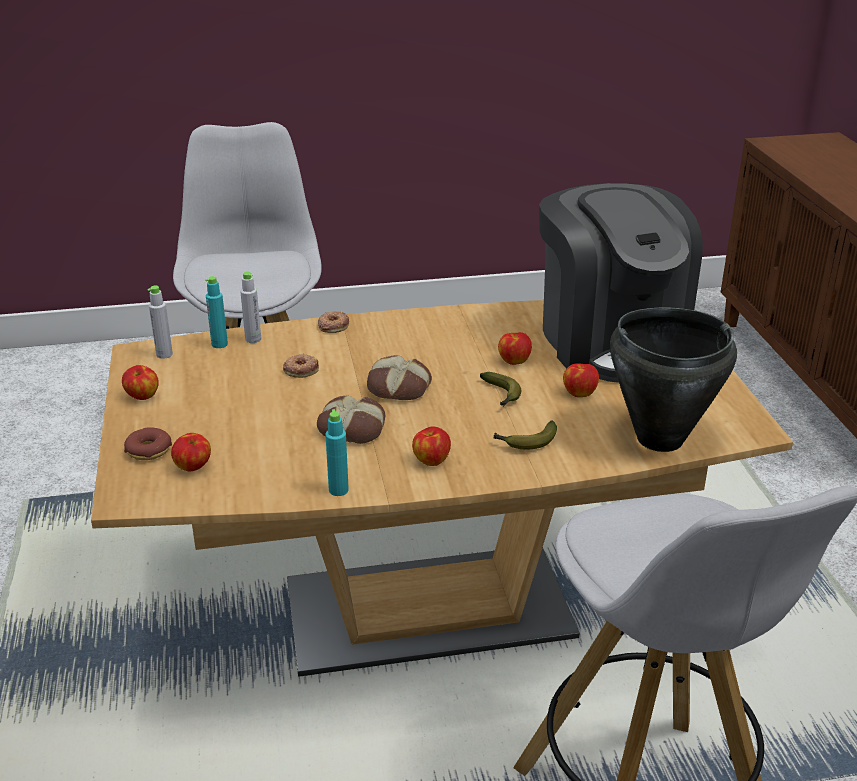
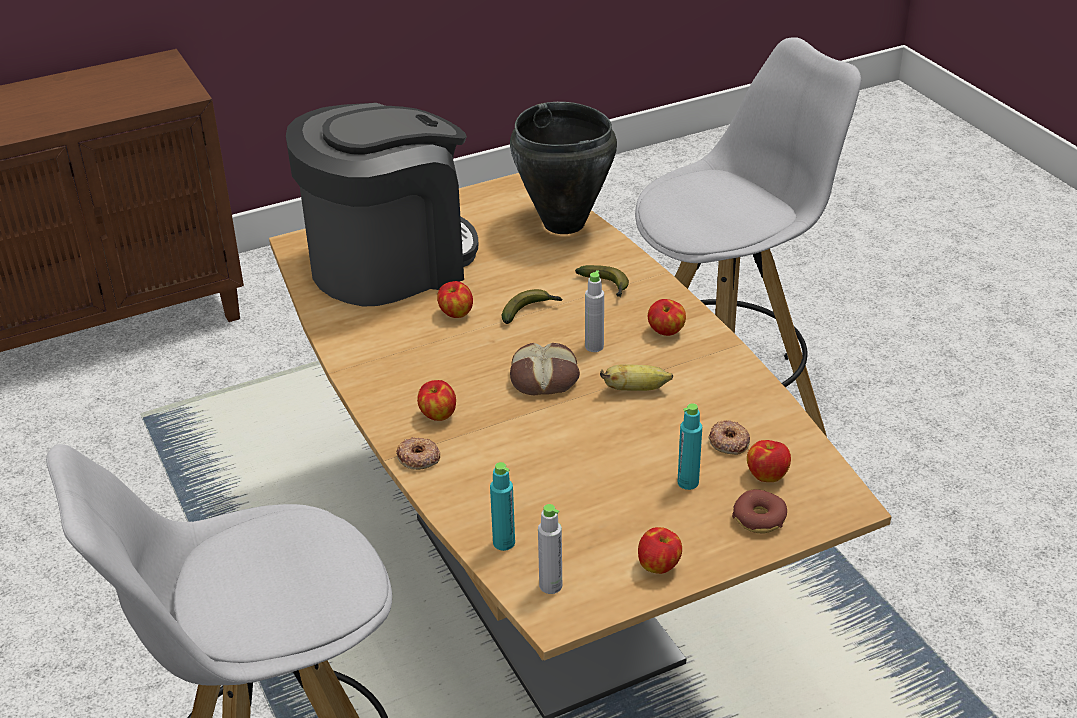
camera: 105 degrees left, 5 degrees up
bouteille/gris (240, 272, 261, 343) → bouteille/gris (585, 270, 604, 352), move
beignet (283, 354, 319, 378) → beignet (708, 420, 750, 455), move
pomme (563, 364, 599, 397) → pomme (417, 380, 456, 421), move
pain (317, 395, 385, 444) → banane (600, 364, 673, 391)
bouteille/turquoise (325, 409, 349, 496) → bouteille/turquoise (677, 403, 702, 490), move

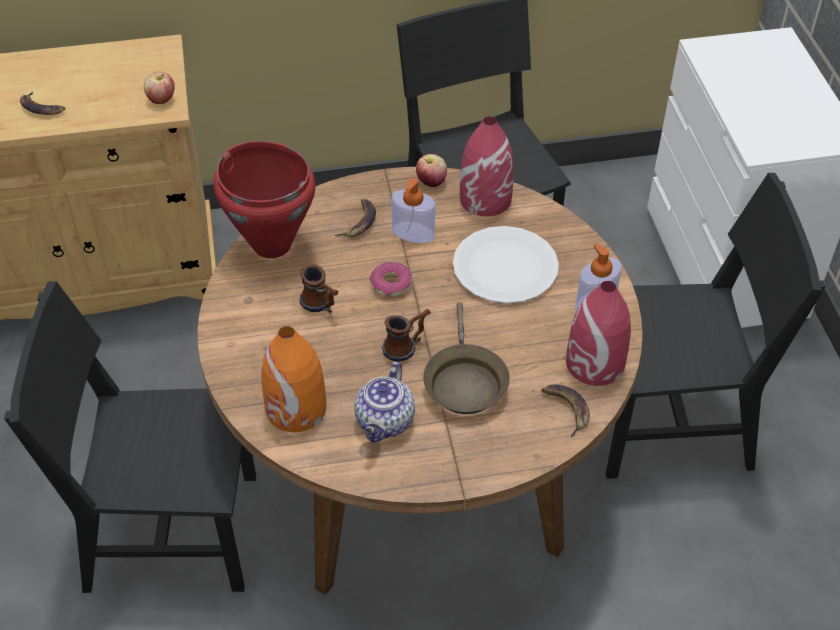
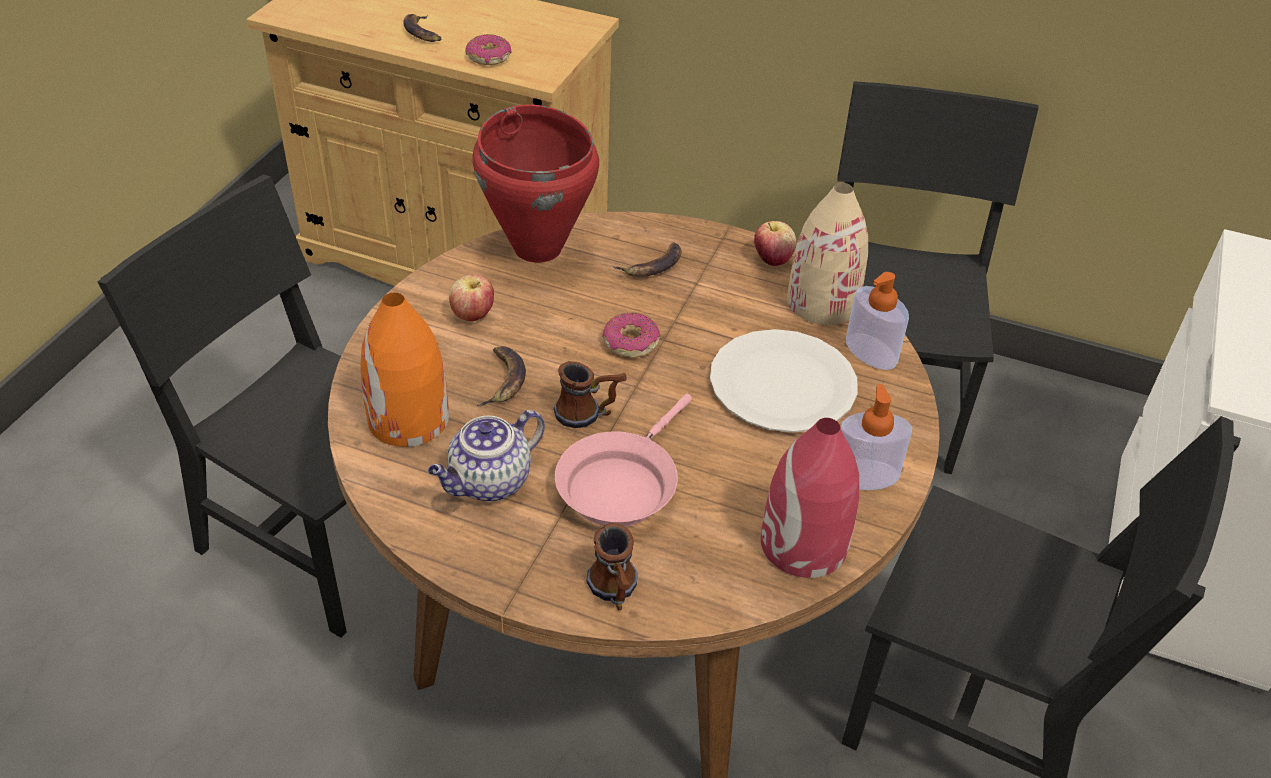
camera: 30 degrees right, 5 degrees down
pomme (144, 71, 175, 104) → pomme (449, 275, 494, 322), move
vase/rouge (459, 116, 514, 216) → vase/beige (787, 183, 868, 325)
distributeur de savon (391, 178, 435, 243) → distributeur de savon (846, 272, 909, 370), move
mug (300, 264, 339, 313) → mug (587, 523, 638, 610), move
poêle/marron (423, 302, 510, 414) → poêle/rose (555, 394, 692, 527)
banane (541, 384, 590, 438) → banane (477, 346, 526, 407), move
- → beignet (465, 34, 512, 65)

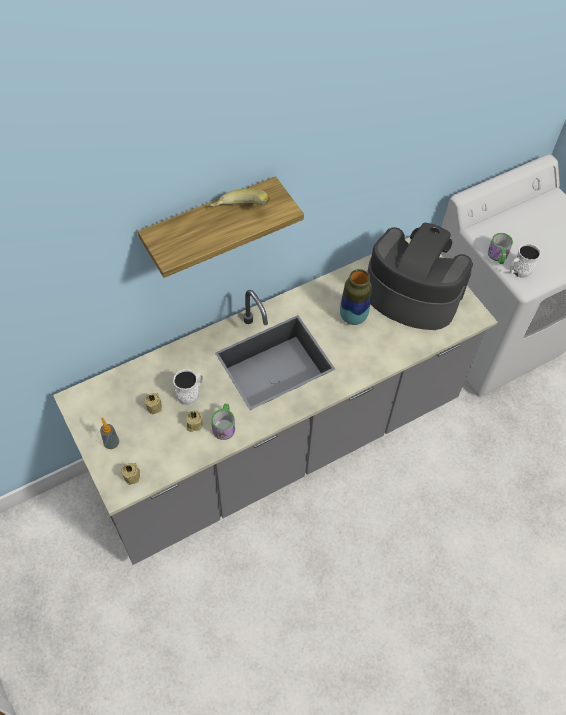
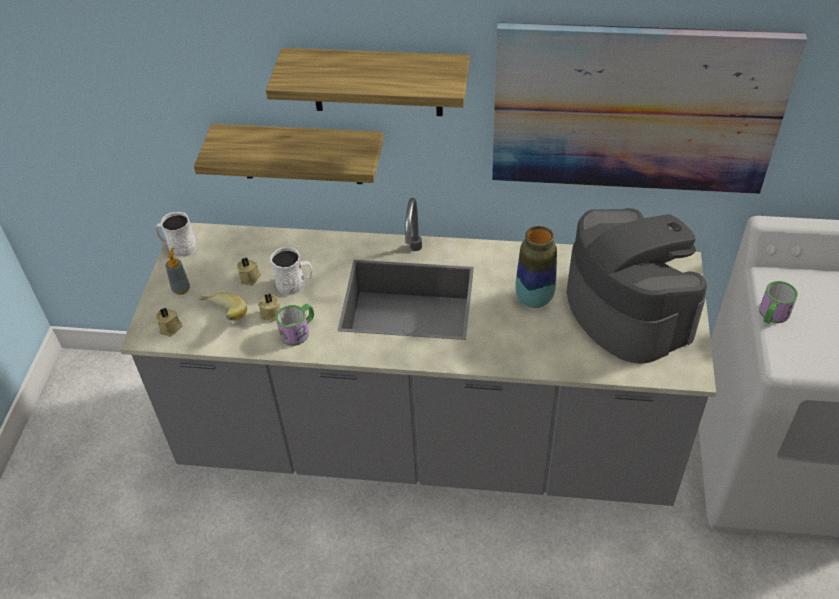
camera: 40 degrees right, 10 degrees down
banane (210, 188, 270, 207) → banane (198, 292, 247, 321), move
mug/blanc (510, 243, 541, 278) → mug/blanc (156, 212, 197, 257), move
- → tableau (492, 22, 807, 194)
- → étagère (194, 124, 383, 184)

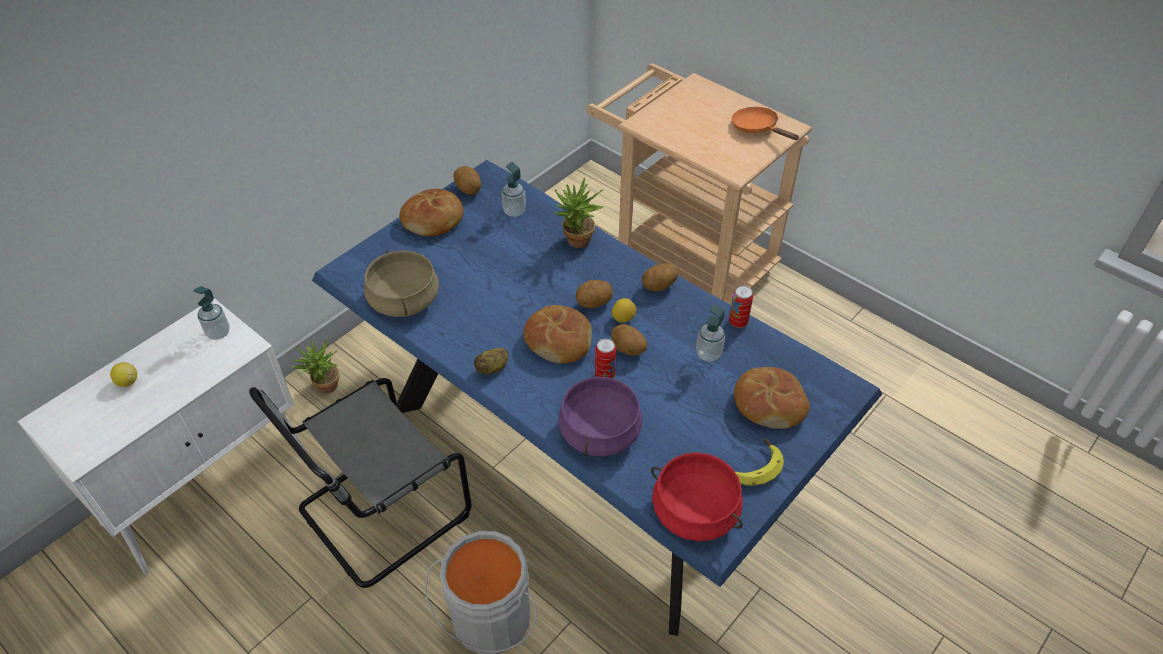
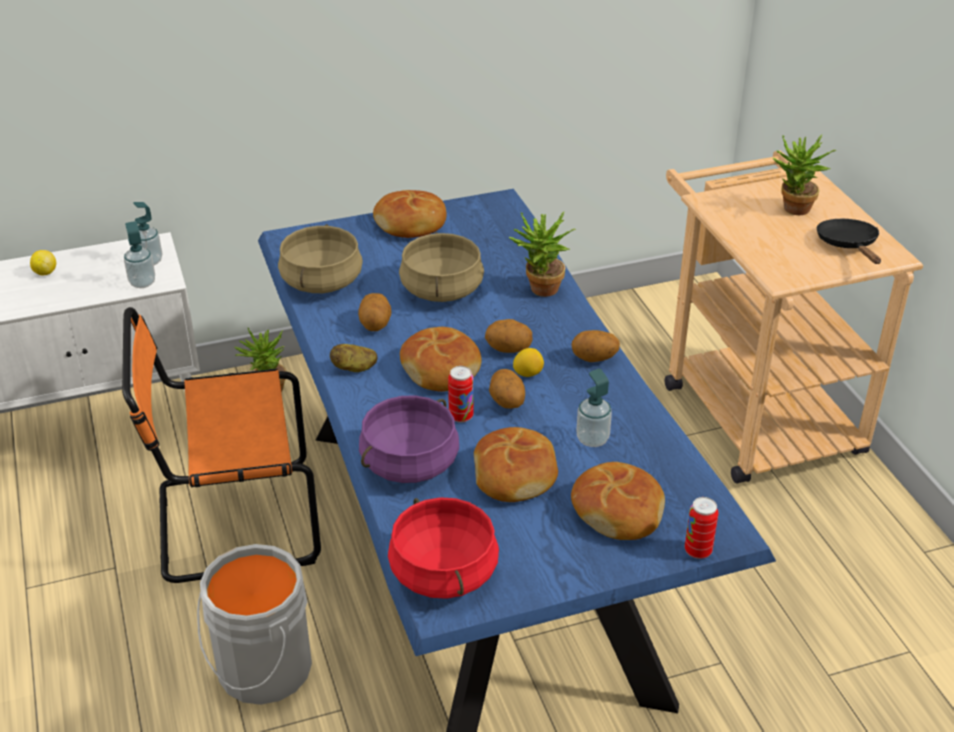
camera: 30 degrees right, 10 degrees down
poêle/orange (731, 107, 799, 140) → poêle/noir (817, 219, 881, 264)
distributeur de savon (502, 162, 526, 217) → distributeur de savon (124, 221, 155, 288), move
pomme de terre (454, 166, 481, 195) → pomme de terre (358, 293, 391, 331), move
boîte métallique (729, 286, 753, 328) → boîte métallique (685, 497, 718, 559), move
chaise/gris (249, 378, 472, 588) → chaise/orange (122, 307, 321, 583)
banane (735, 438, 784, 486) → -
- → plante en pot (772, 135, 836, 215)
- → marmite/beige (399, 232, 484, 302)
- → pain (474, 427, 558, 502)

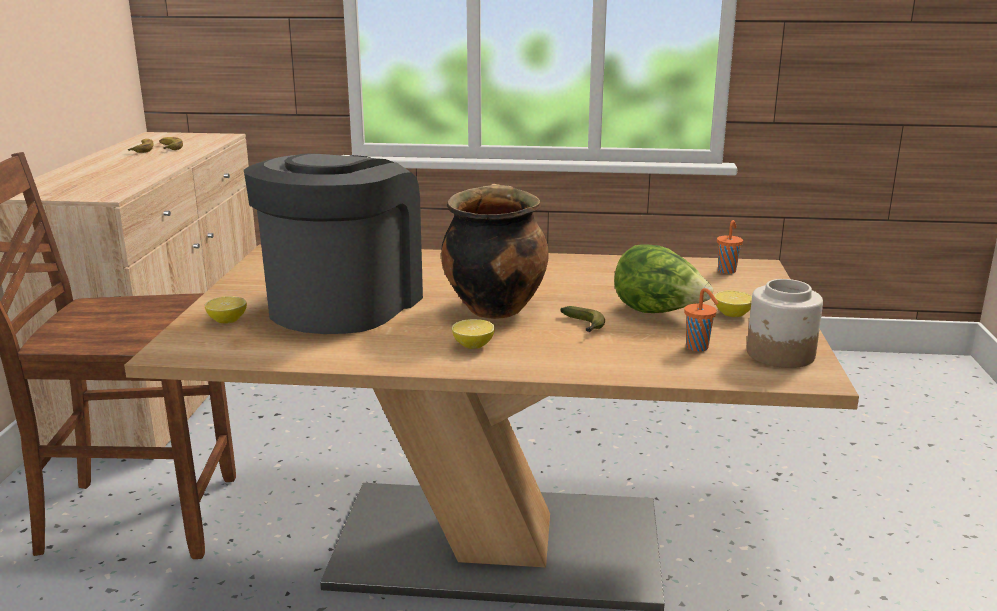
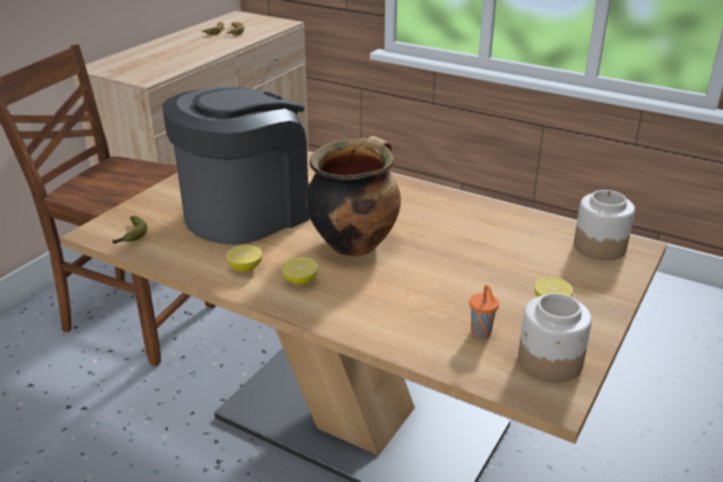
camera: 25 degrees right, 10 degrees up
tasse/orange (717, 220, 743, 274) → bocal (574, 190, 635, 260)
laitue (614, 245, 713, 313) → -
citron (205, 296, 247, 324) → citron (226, 245, 262, 272), move
banane (560, 306, 605, 333) → banane (112, 216, 147, 244), move

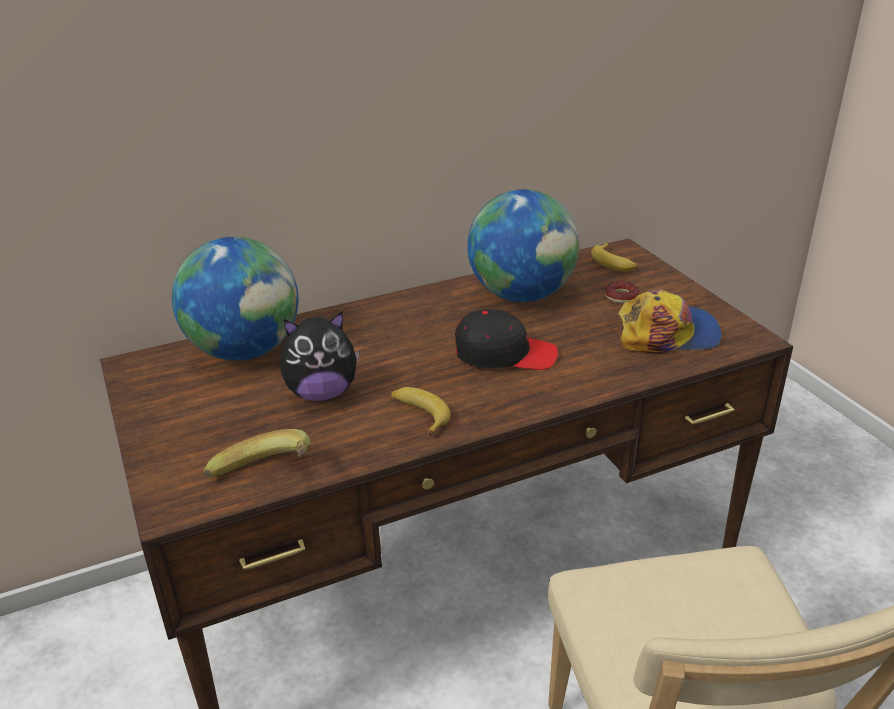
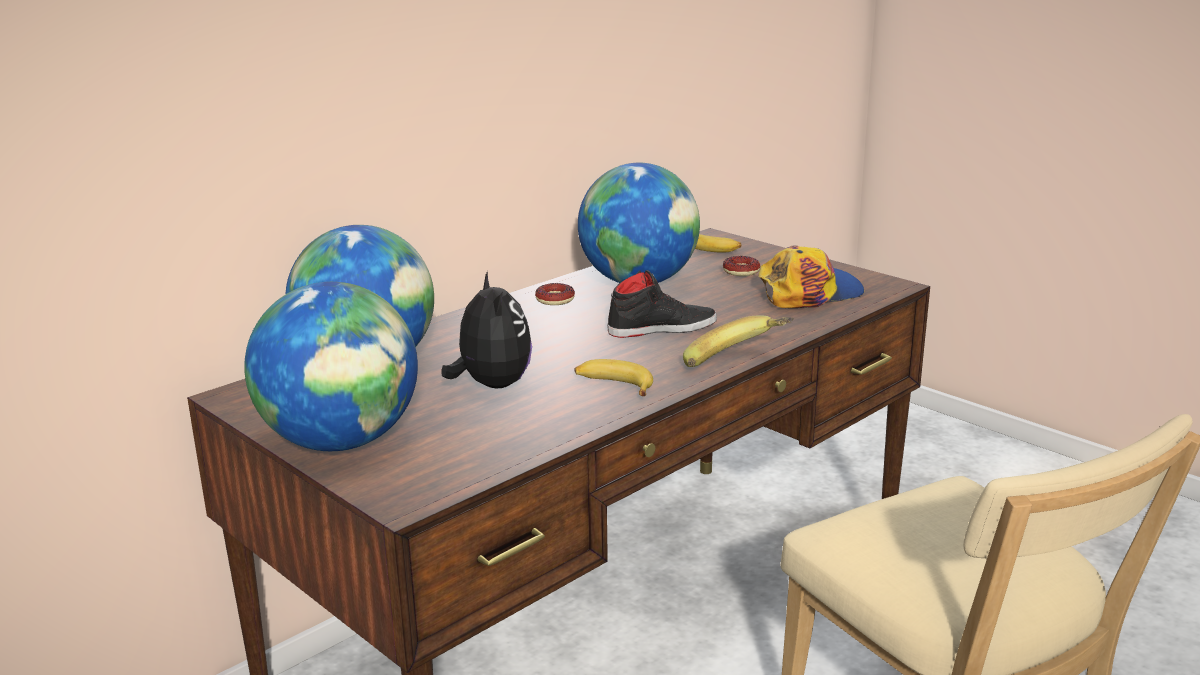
camera: 20 degrees left, 10 degrees down
casquette/noir (455, 309, 558, 370) → chaussure/noir (607, 270, 717, 338)
peluche (280, 312, 360, 401) → peluche (441, 271, 532, 388), 75 degrees counterclockwise
banane (204, 429, 311, 477) → banane (683, 315, 794, 367), move
- → globe (244, 282, 418, 451)
- → beignet (535, 283, 575, 305)

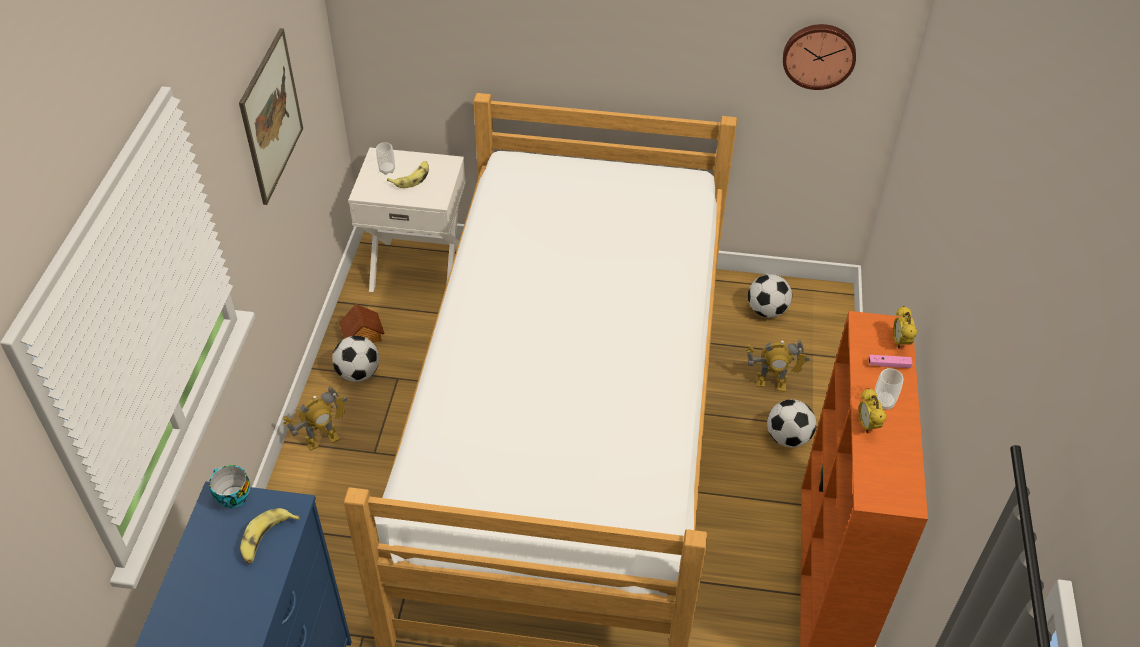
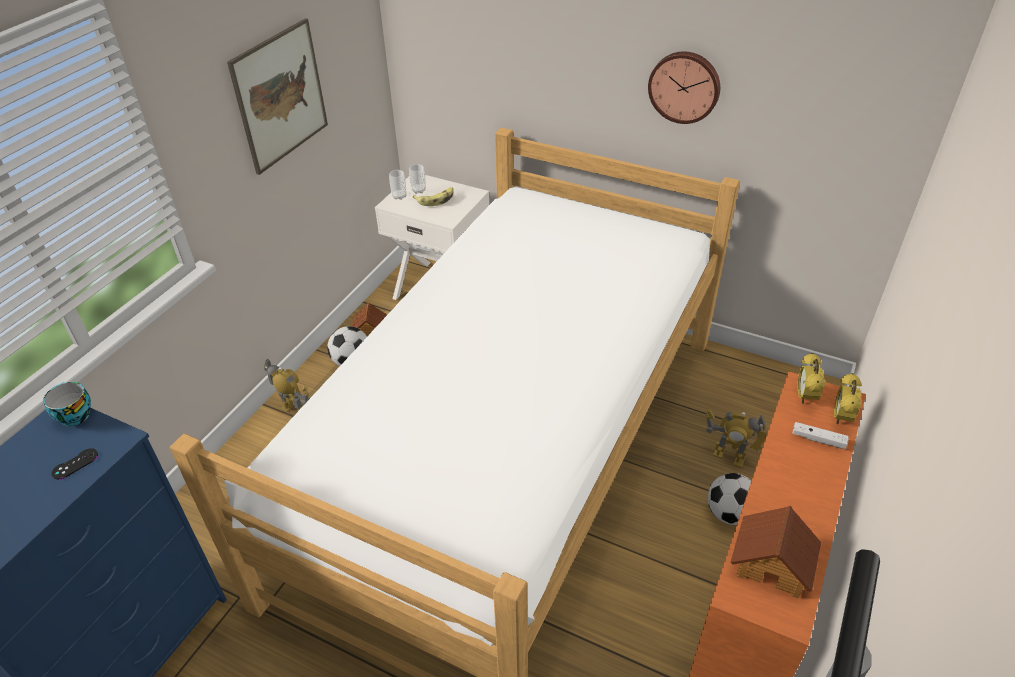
camera: 20 degrees right, 5 degrees down
horloge murale (783, 24, 856, 90) → horloge murale (648, 51, 720, 124), move
ballon de foot (748, 274, 792, 318) → -
manette/rose (869, 355, 912, 368) → manette/blanc (792, 422, 849, 449)
tasse (874, 368, 904, 410) → tasse (389, 170, 406, 200), move
robot jouet (283, 386, 347, 451) → robot jouet (264, 359, 310, 412), 135 degrees counterclockwise
réveil (859, 388, 887, 433) → réveil (798, 353, 826, 404), move
banane (240, 508, 299, 564) → manette/noir (52, 448, 98, 479)
- → maison miniature (731, 505, 821, 598)

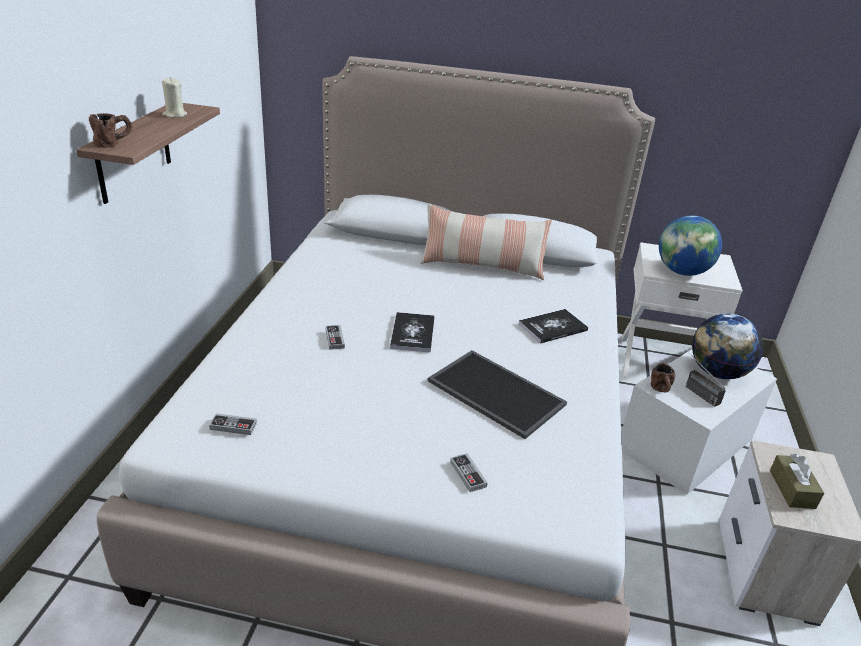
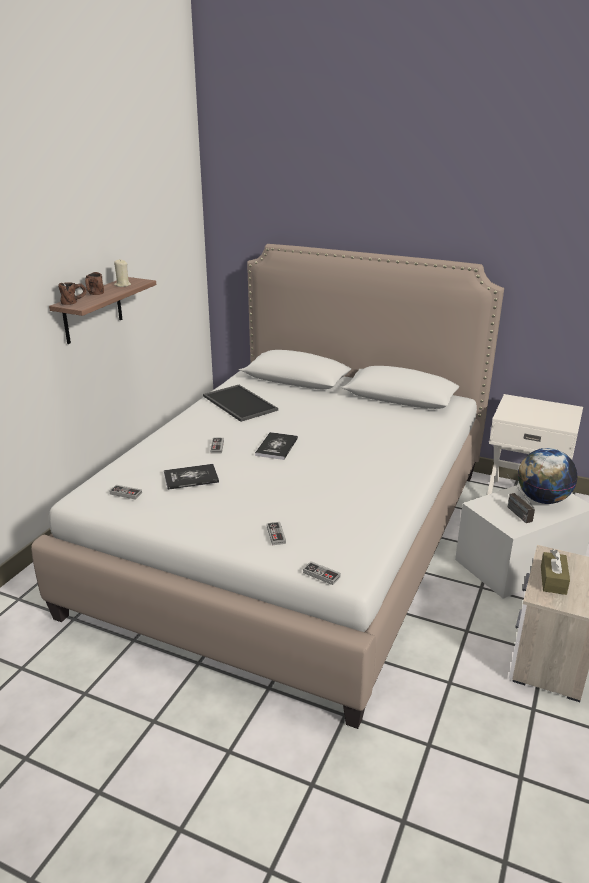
camera: 15 degrees right, 5 degrees down
coussin (420, 203, 552, 280) → -
globe (659, 216, 722, 276) → -
livre (519, 309, 588, 344) → livre (164, 464, 219, 490), move
plateau (428, 350, 567, 439) → plateau (203, 385, 278, 422), move
mug/marron (651, 363, 675, 393) → mug/marron (85, 272, 104, 295), move
- → manette (303, 561, 341, 585)

